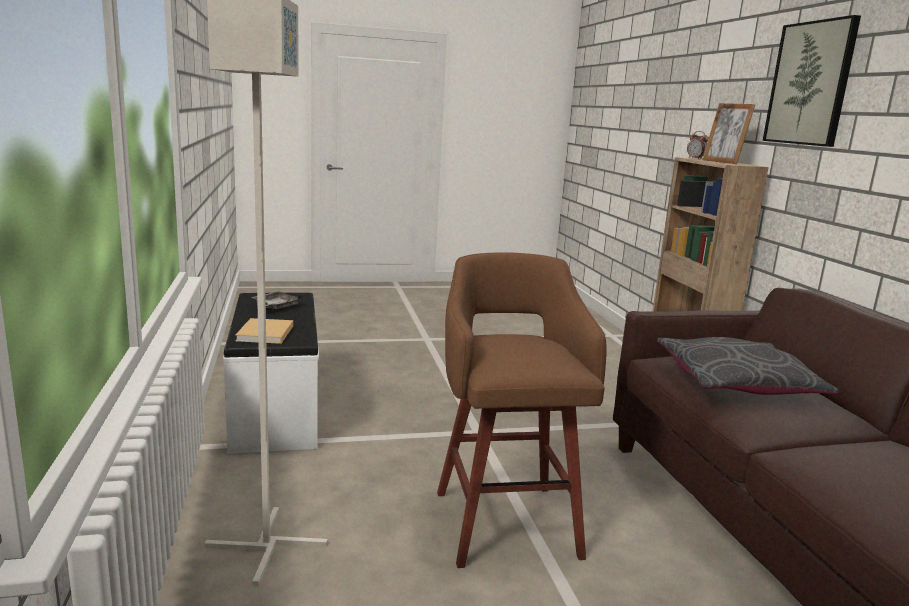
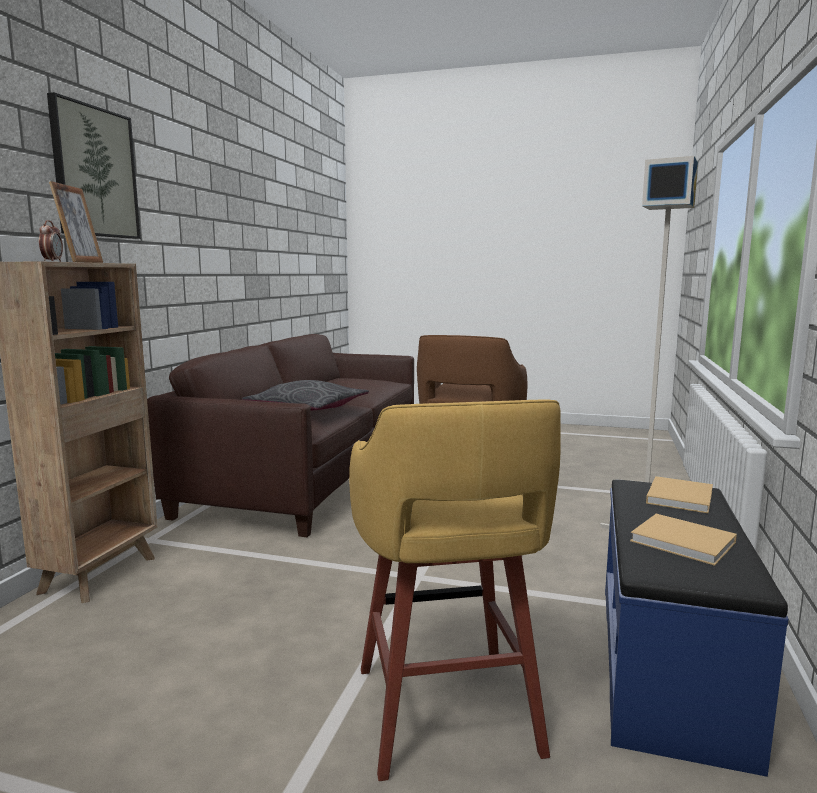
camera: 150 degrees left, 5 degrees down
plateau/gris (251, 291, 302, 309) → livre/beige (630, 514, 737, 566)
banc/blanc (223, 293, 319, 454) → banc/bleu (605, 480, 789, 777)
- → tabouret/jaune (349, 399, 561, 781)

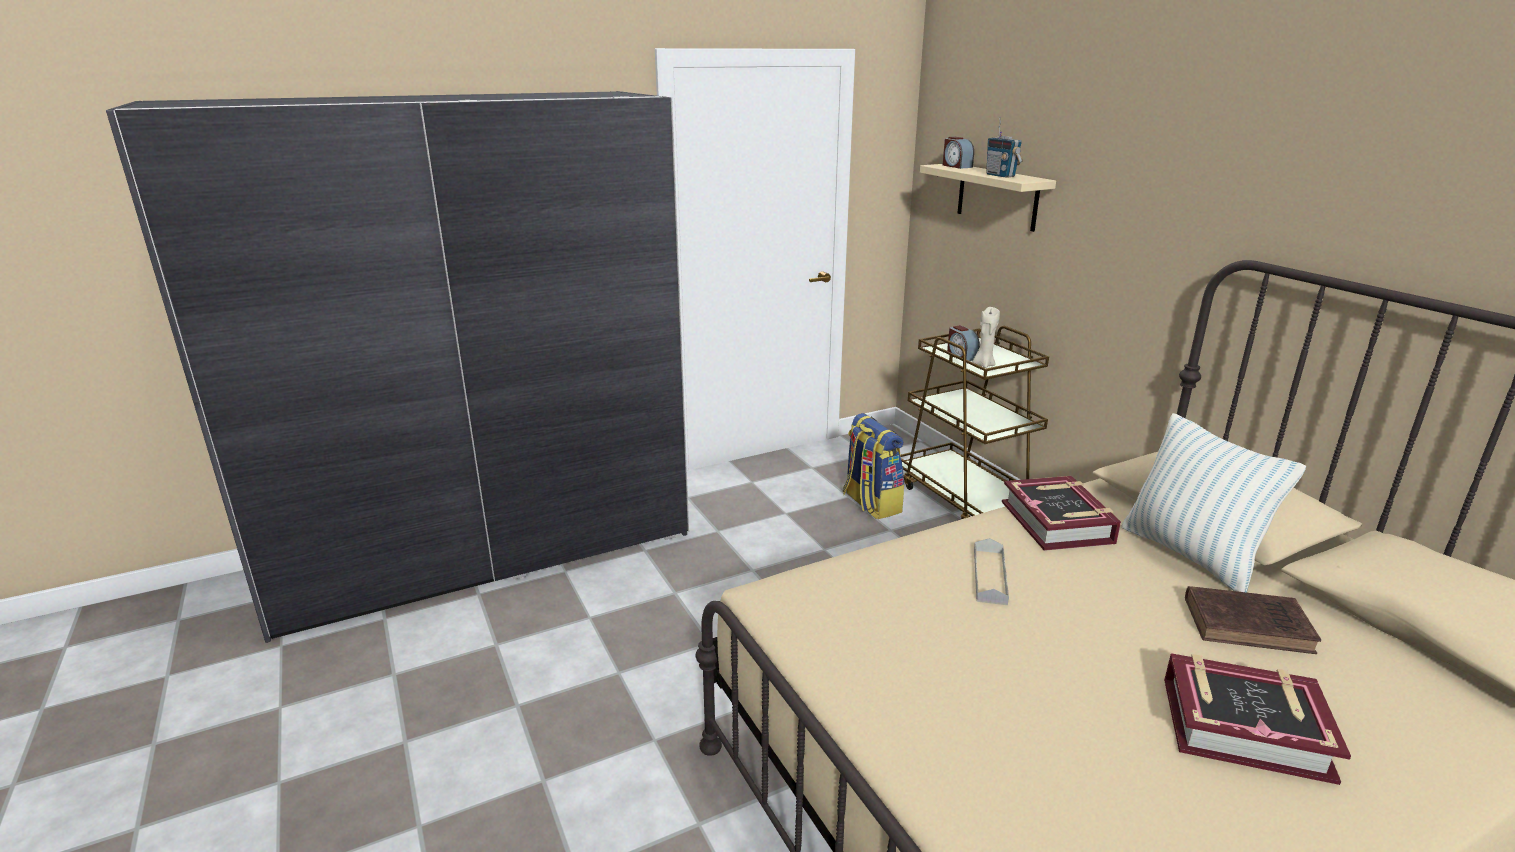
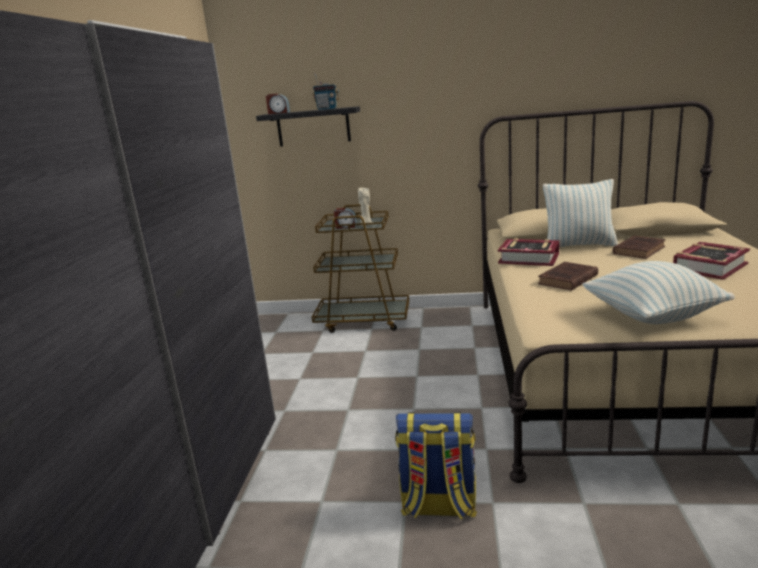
camera: 55 degrees left, 5 degrees down
étagère/beige (920, 164, 1056, 232) → étagère/noir (256, 106, 360, 147)
sac à dos (843, 413, 904, 519) → sac à dos (395, 412, 477, 519), move
plateau/gris (974, 538, 1009, 605) → livre/marron (538, 262, 598, 291)
- → coussin (582, 261, 735, 324)

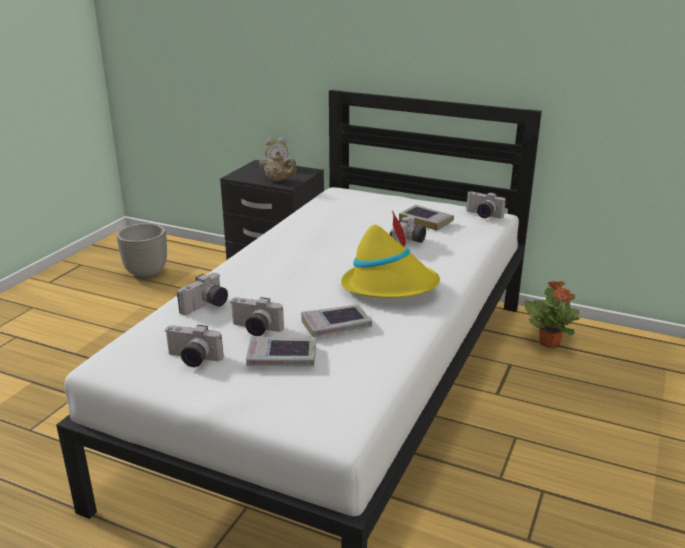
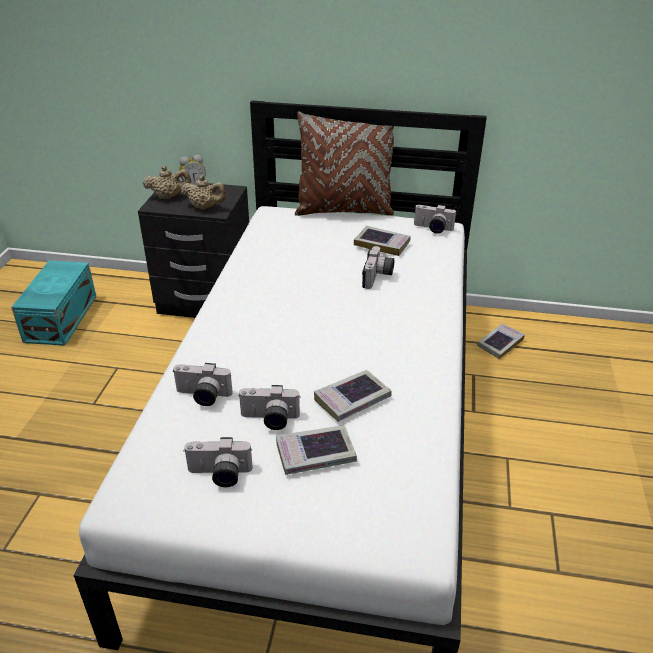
camera: 15 degrees left, 10 degrees up
chapeau/jaune (341, 210, 440, 298) → -
cache-pot (116, 223, 167, 279) → boîte de rangement/turquoise (11, 261, 96, 346)
appareil photo (177, 273, 228, 315) → appareil photo (172, 363, 233, 406), 75 degrees clockwise
plante en pot (524, 281, 580, 348) → livre (477, 324, 525, 359)
- → coussin/marron (295, 112, 394, 216)
- → théière/beige (142, 166, 191, 199)

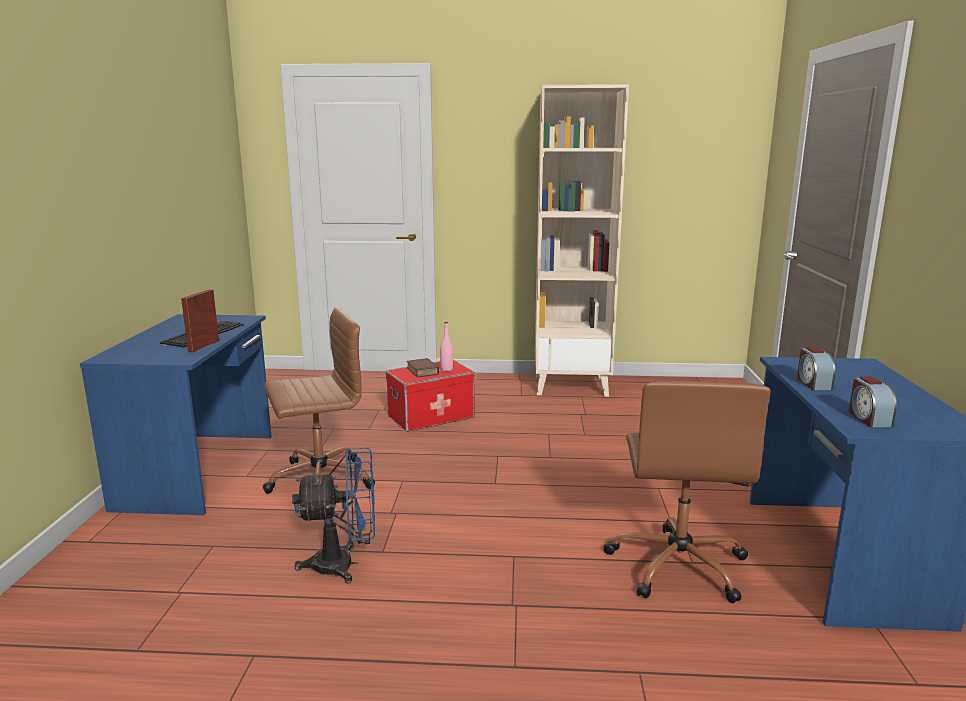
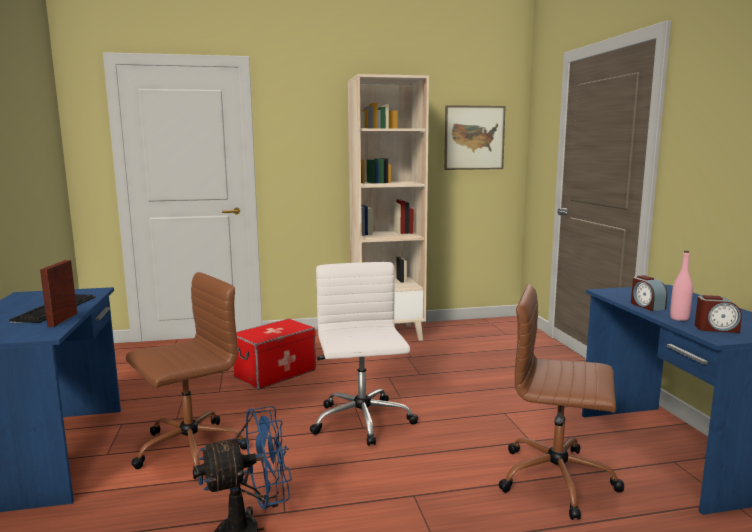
camera: 15 degrees left, 5 degrees down
bouteille/rose (440, 322, 453, 371) → bouteille/rose (670, 251, 693, 321), move
livre (407, 358, 439, 378) → -
réveil (849, 376, 897, 427) → réveil (695, 295, 742, 333), 60 degrees counterclockwise
chaise de bureau/marron (603, 381, 771, 603) → chaise de bureau/marron (499, 284, 625, 520), 120 degrees clockwise
- → tableau (444, 105, 506, 170)
- → chaise de bureau/blanc (310, 262, 418, 446)

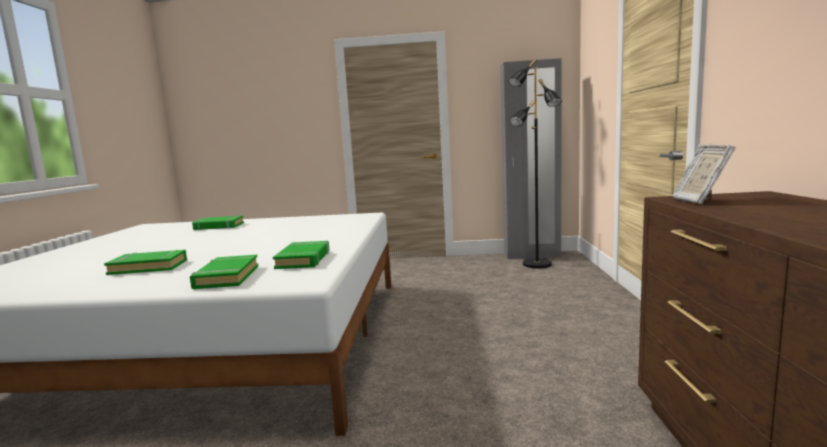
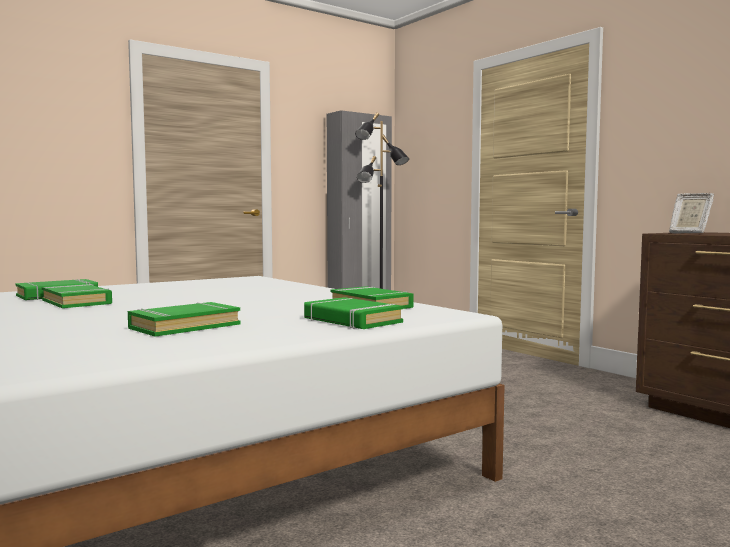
camera: 40 degrees left, 5 degrees down
- → livre/vert (42, 284, 112, 308)

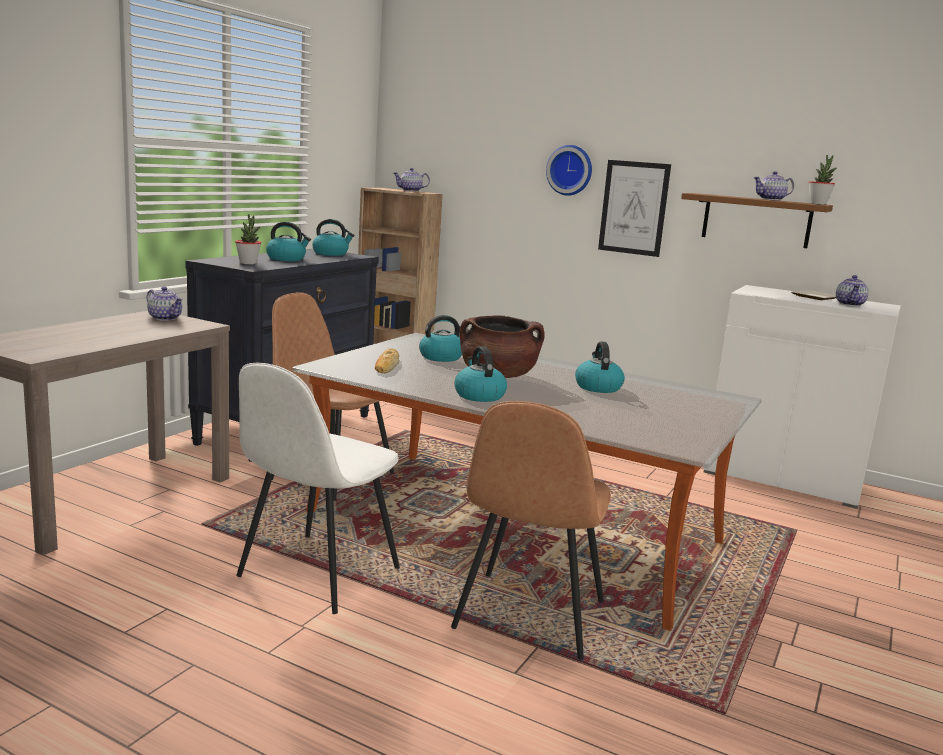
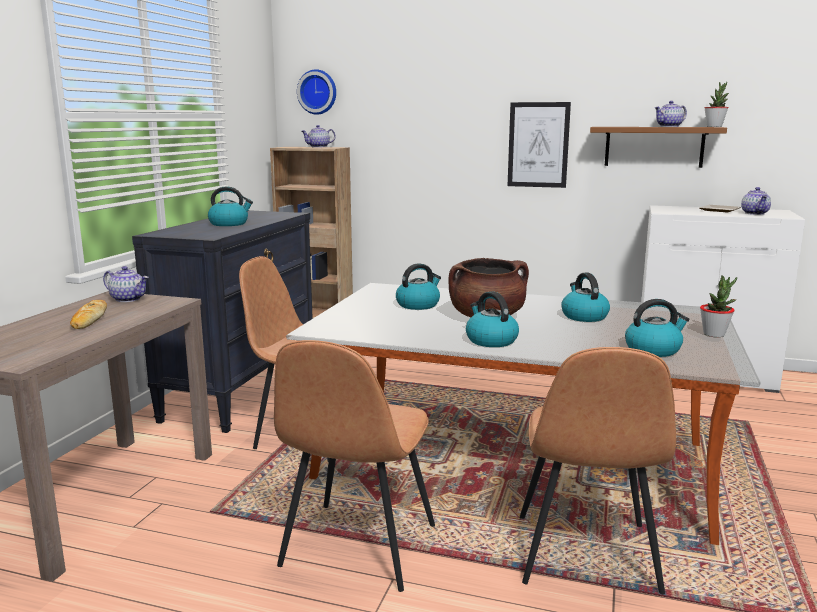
camera: 10 degrees left, 0 degrees up
horloge murale (546, 145, 592, 196) → horloge murale (297, 69, 336, 115), move
plante en pot (235, 214, 261, 265) → plante en pot (700, 275, 737, 337), move
bouilloire (312, 219, 354, 256) → bouilloire (625, 299, 689, 357), move
pain (375, 349, 399, 373) → pain (70, 300, 107, 329), move
chaise/blanc (236, 363, 400, 614) → chaise/marron (274, 340, 435, 592)

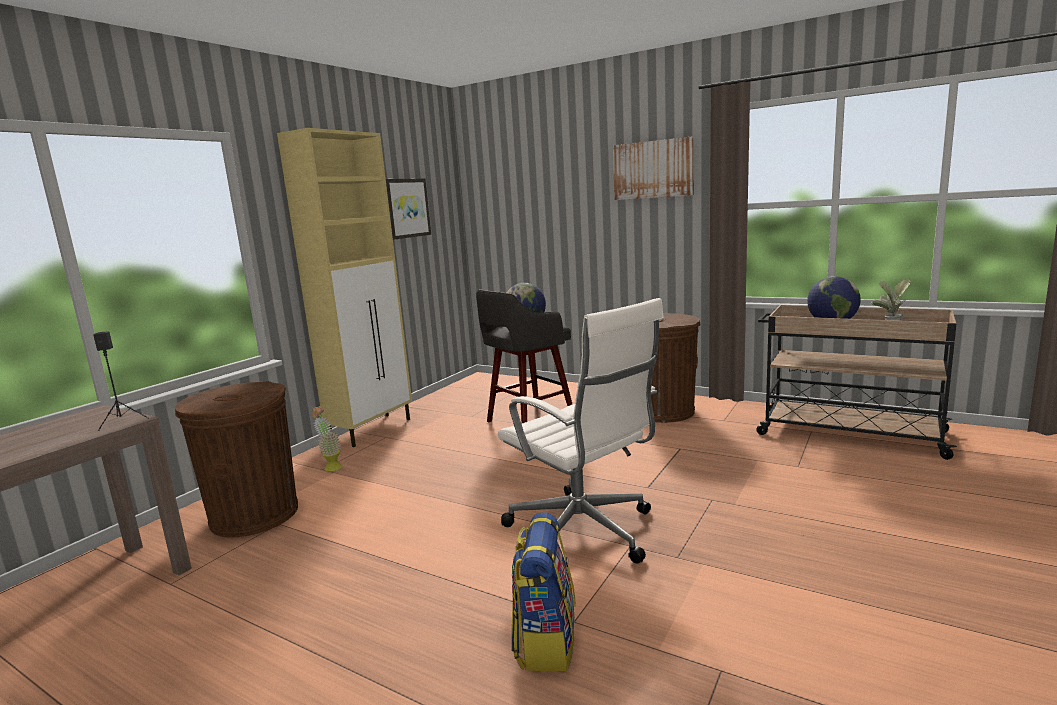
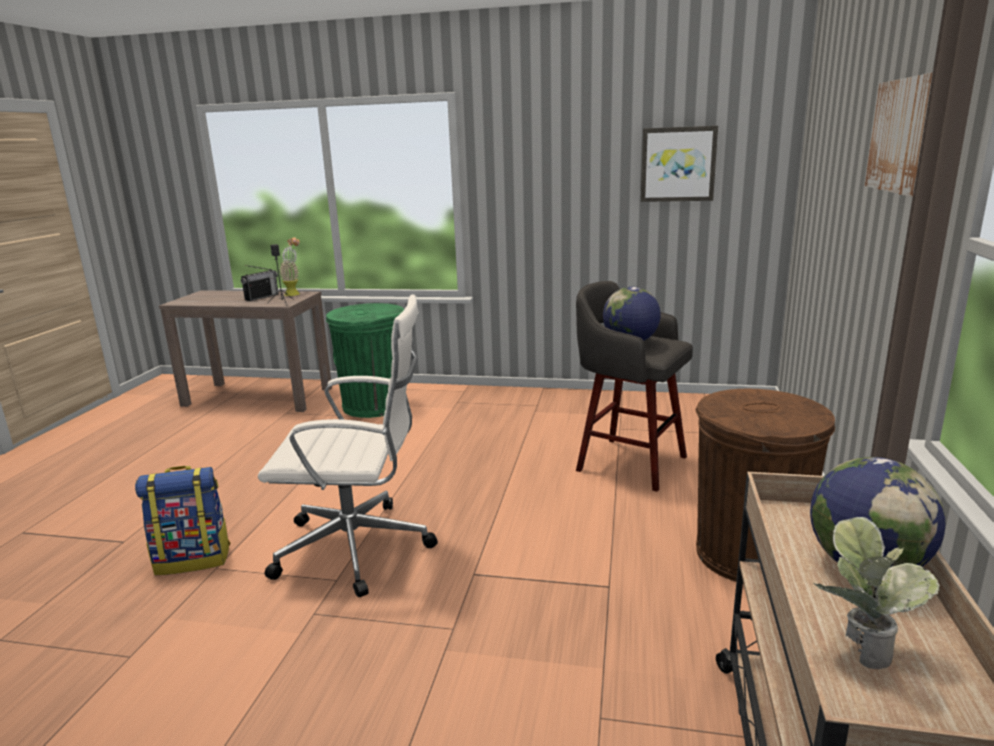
camera: 70 degrees right, 5 degrees up
meuble de rangement/beige (277, 128, 412, 447) → -
chaise de bureau/blanc (498, 298, 664, 563) → chaise de bureau/blanc (258, 295, 438, 597), 120 degrees counterclockwise
poubelle/marron (175, 381, 298, 537) → poubelle/vert (326, 303, 404, 418)
plante en pot (311, 406, 342, 471) → plante en pot (279, 237, 300, 296), move
- → radio (241, 265, 279, 301)

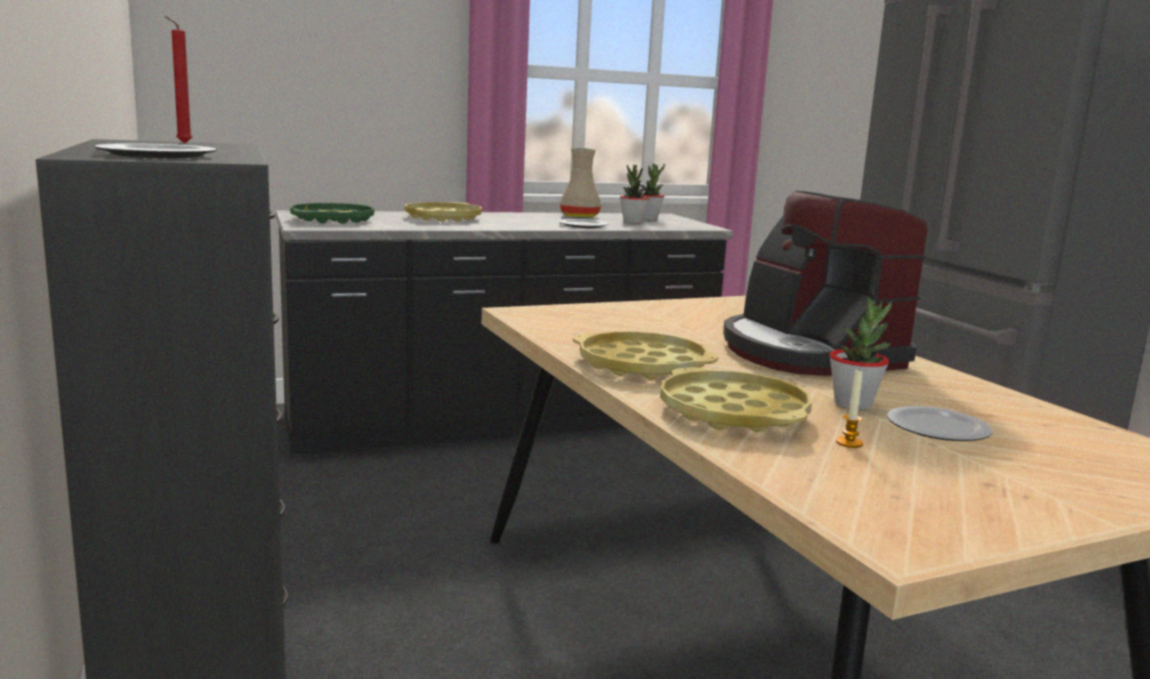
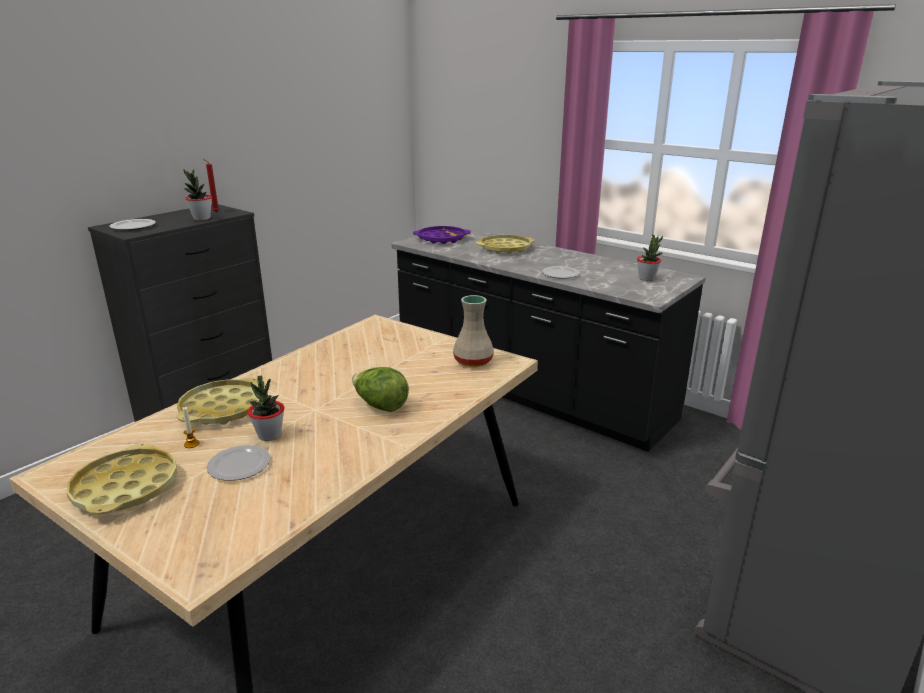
camera: 60 degrees right, 10 degrees up
vase/beige (560, 148, 601, 218) → vase/beige (453, 295, 494, 367), move
plante en pot (620, 165, 649, 224) → plante en pot (184, 170, 212, 221), move
machine à café (723, 190, 927, 376) → laitue (352, 367, 409, 412)
plateau/vert (290, 203, 374, 224) → plateau/violet (413, 226, 471, 244)
plateau/jaune (573, 331, 718, 380) → plateau/jaune (66, 443, 177, 515), move

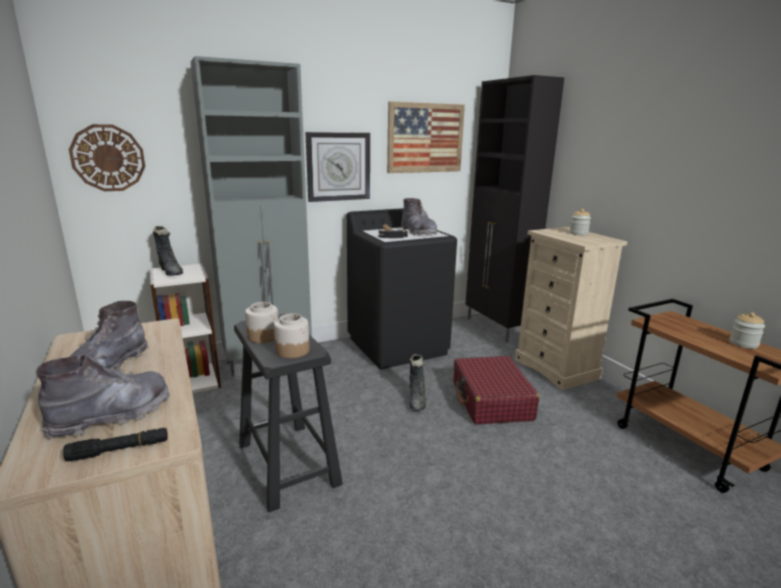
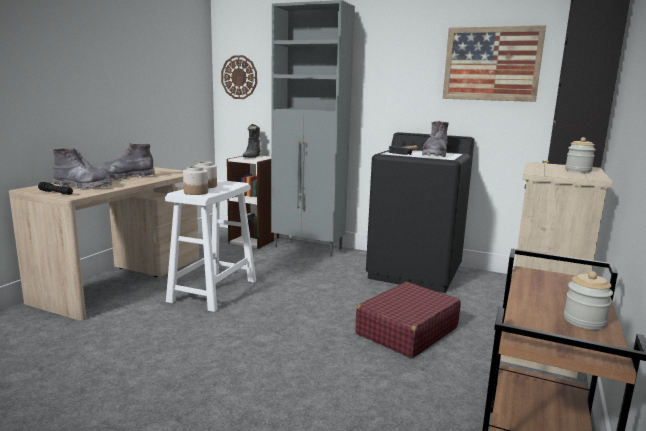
camera: 50 degrees right, 5 degrees down
horloge murale (305, 132, 370, 202) → -
tabouret/noir (234, 314, 343, 513) → tabouret/blanc (165, 180, 256, 312)
botte/noir (409, 354, 426, 411) → -

